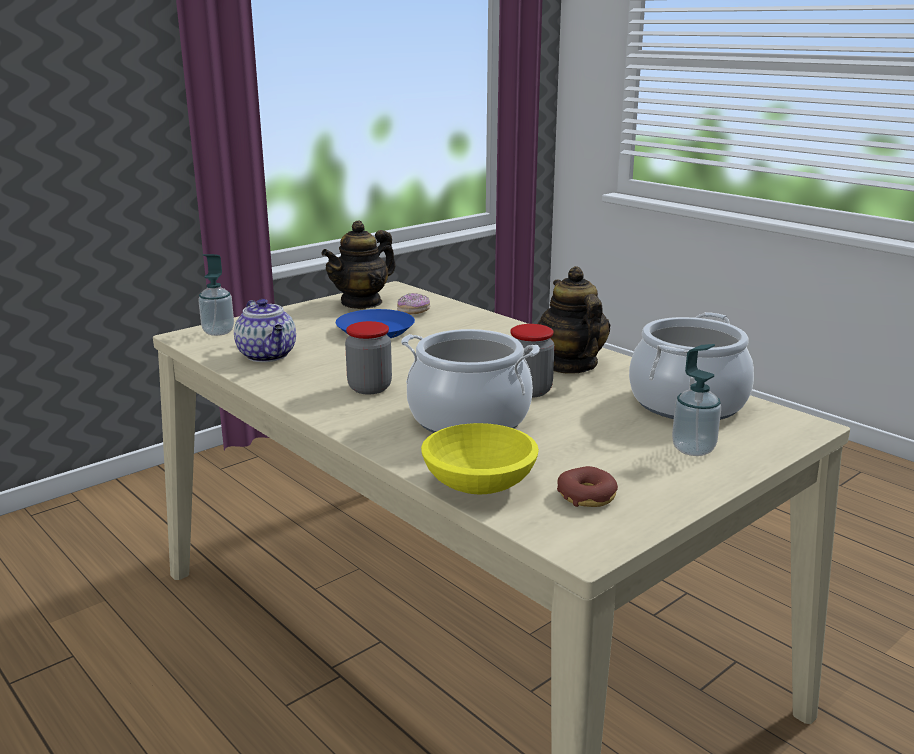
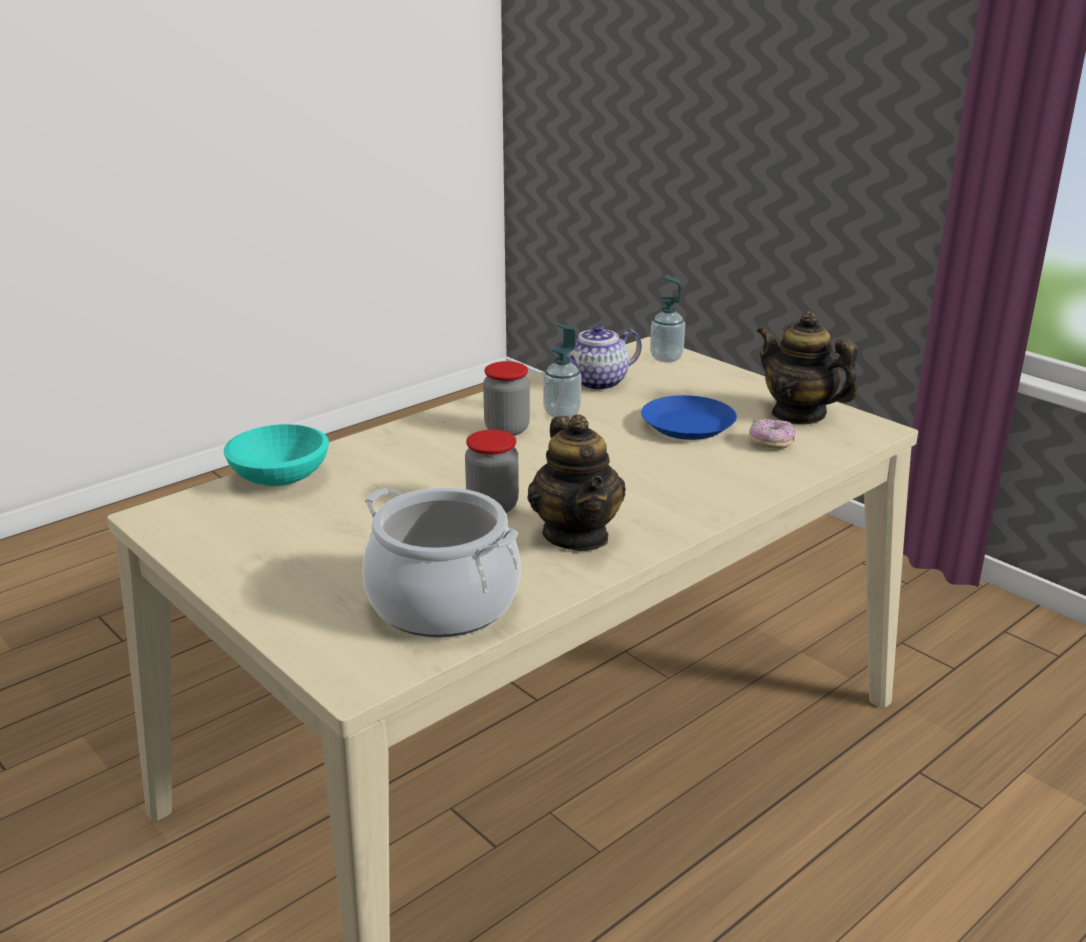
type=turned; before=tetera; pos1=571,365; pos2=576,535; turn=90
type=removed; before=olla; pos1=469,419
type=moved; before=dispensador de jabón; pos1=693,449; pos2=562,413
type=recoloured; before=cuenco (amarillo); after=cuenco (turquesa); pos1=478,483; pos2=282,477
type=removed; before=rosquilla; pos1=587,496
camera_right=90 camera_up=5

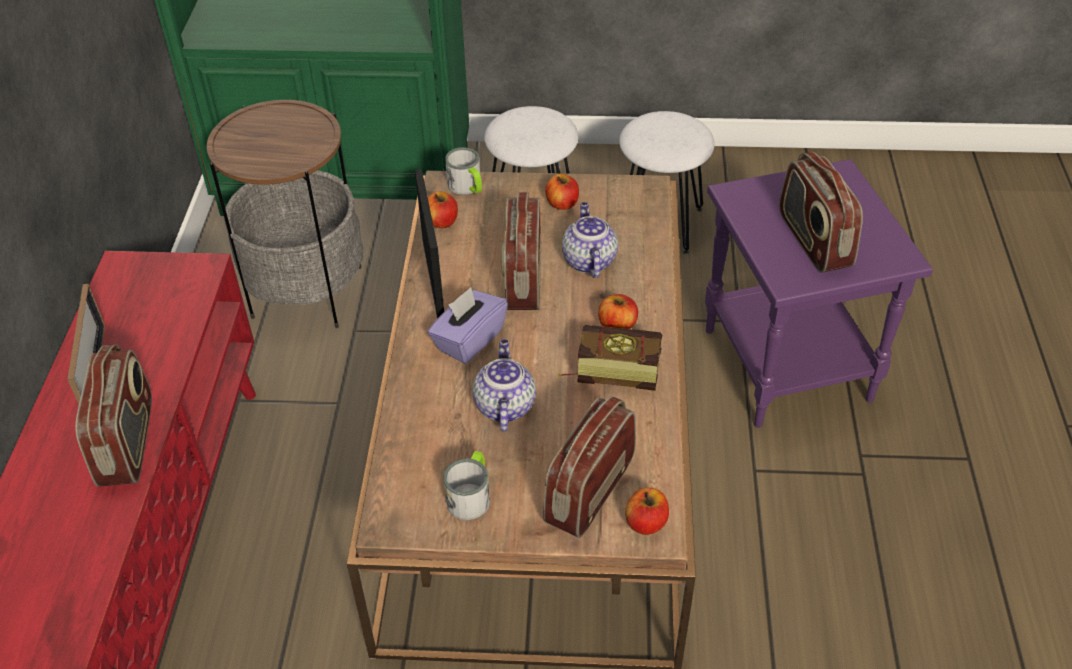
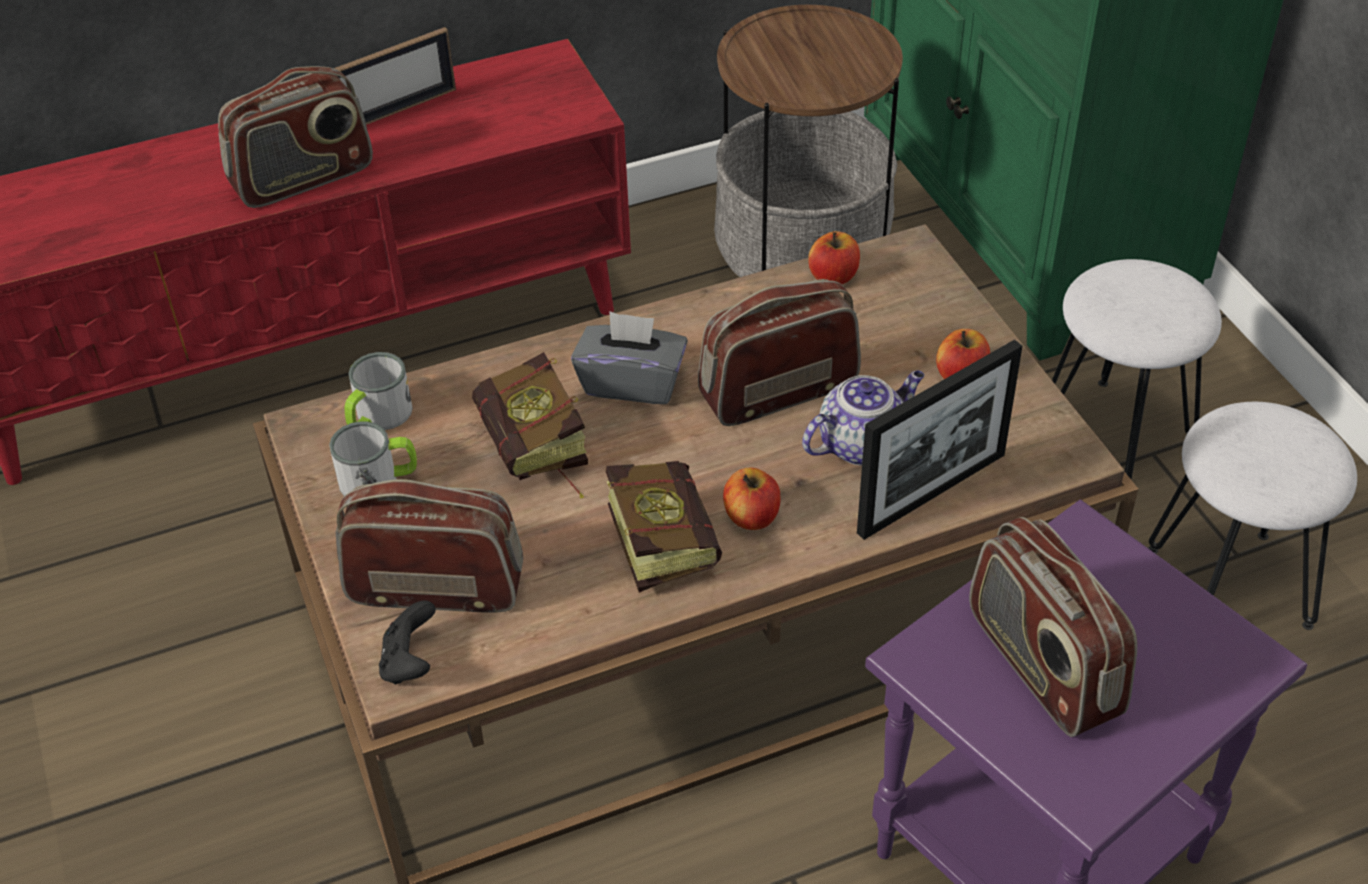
type=moved; before=taza grande; pos1=467,187; pos2=378,417
type=turned; before=radio; pos1=813,240; pos2=1041,665; turn=-75
type=moved; before=portarretratos; pos1=433,280; pos2=932,493
type=recoloured; before=caja de pañuelos (morado); after=caja de pañuelos (gris); pos1=469,340; pos2=632,383
type=replaced; before=tetera; after=libro; pos1=504,405; pos2=538,456
type=replaced; before=manzana; after=mando de consola (negro); pos1=646,522; pos2=410,662
camera_right=65 camera_up=0

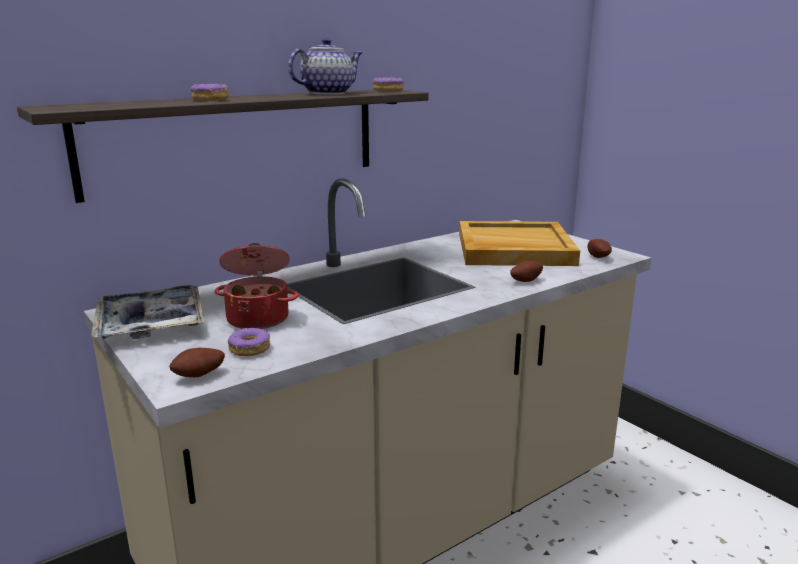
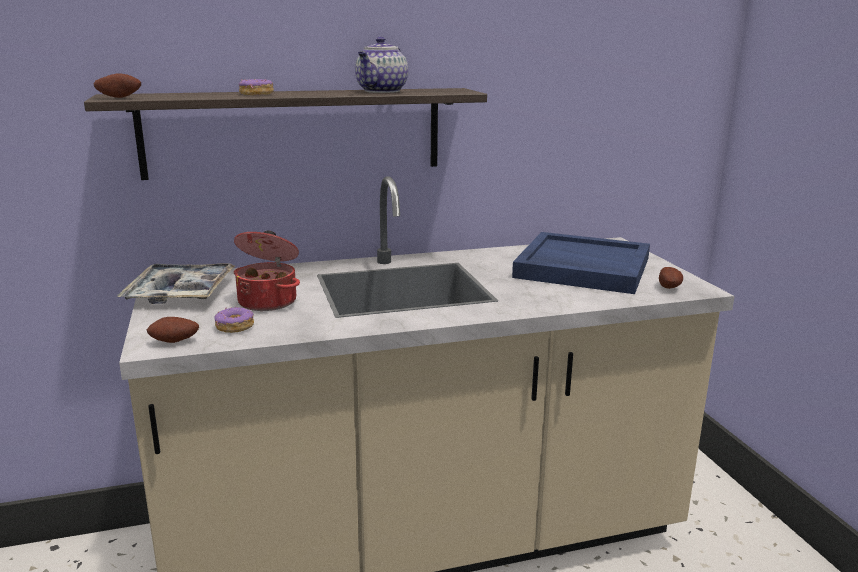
type=turned; before=tetera; pos1=328,93; pos2=382,91; turn=135
type=removed; before=rosquilla; pos1=388,90
type=recoloured; before=bandeja (beis); after=bandeja (azul); pos1=513,249; pos2=581,268
type=moved; before=patata; pos1=525,280; pos2=119,97
camera_right=20 camera_up=0

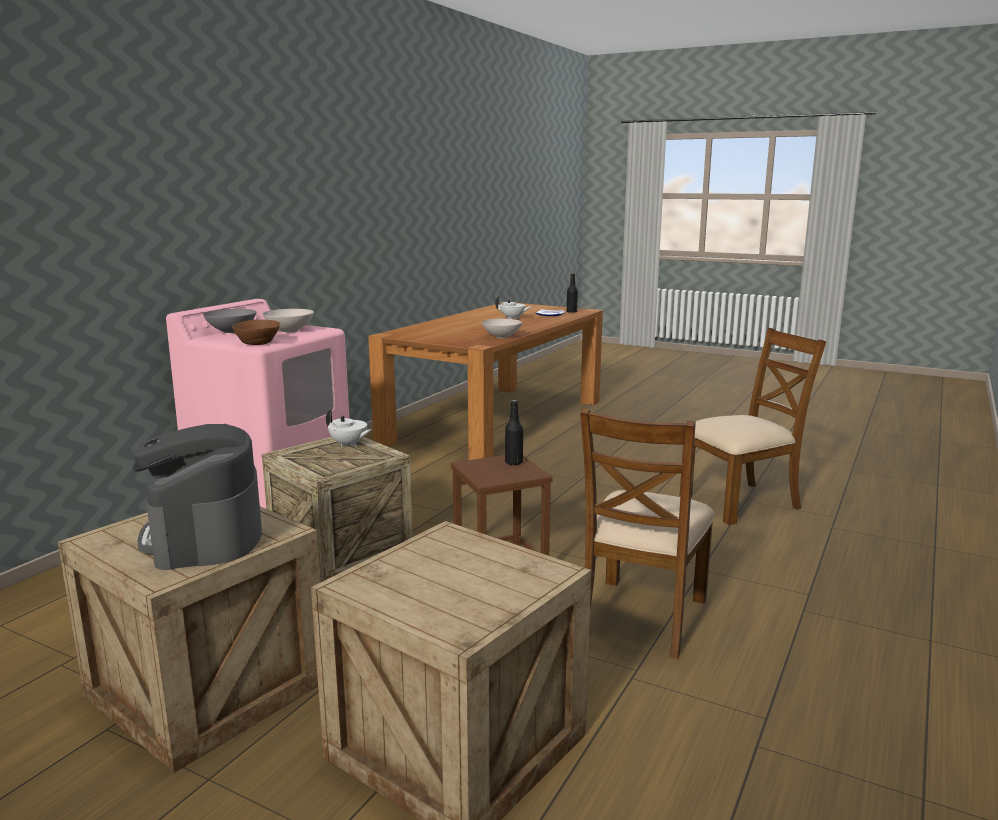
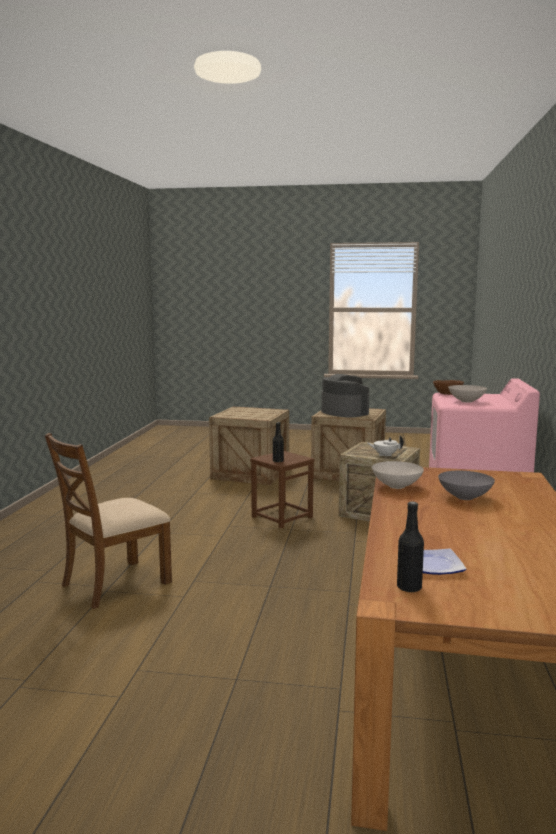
type=removed; before=tetera (blanco); pos1=513,318
type=moved; before=cuenco (gris); pos1=231,331; pos2=466,497
type=removed; before=silla (marrón); pos1=641,616
camera_right=160 camera_up=-5

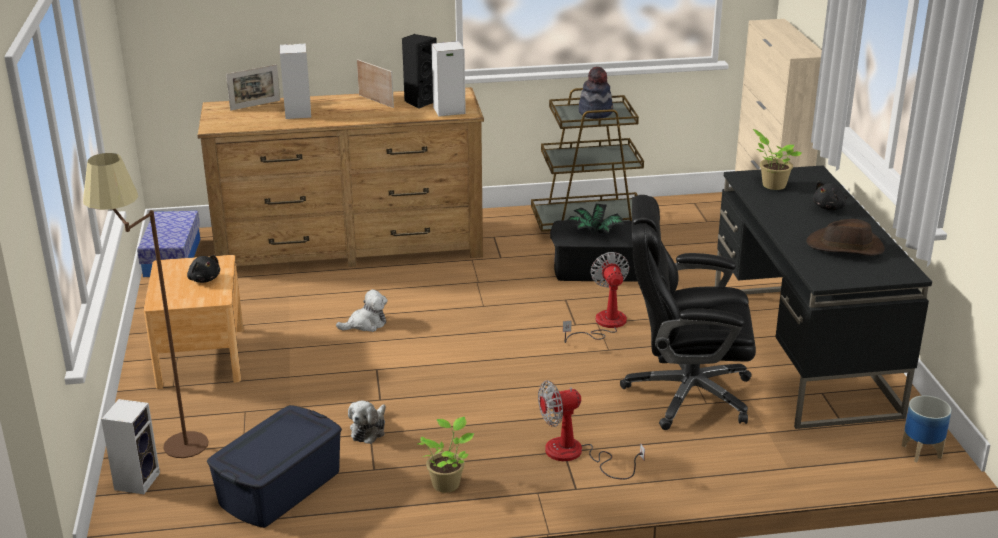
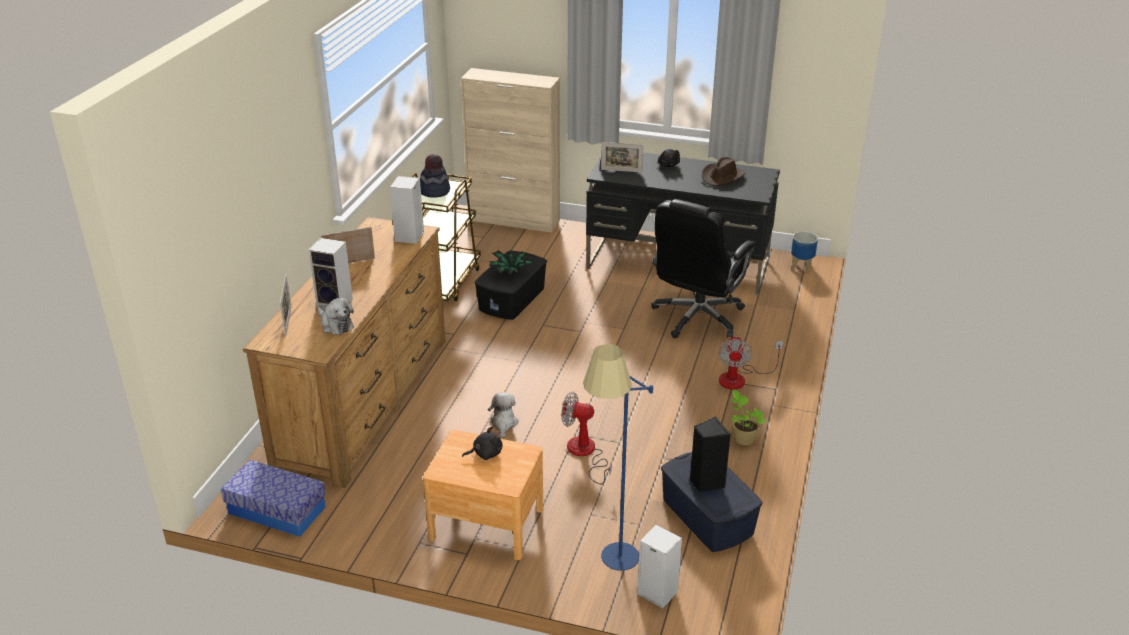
type=moved; before=altavoz (negro); pos1=420,102; pos2=706,482
type=replaced; before=planta en maceta; after=portarretratos; pos1=772,185; pos2=621,171
type=recoloured; before=lámpara de pie (marrón); after=lámpara de pie (azul); pos1=166,443; pos2=611,567
type=moved; before=ventilador; pos1=603,324; pos2=585,454
type=moved; before=peluche; pos1=369,430; pos2=335,324
camera_right=-65 camera_up=5

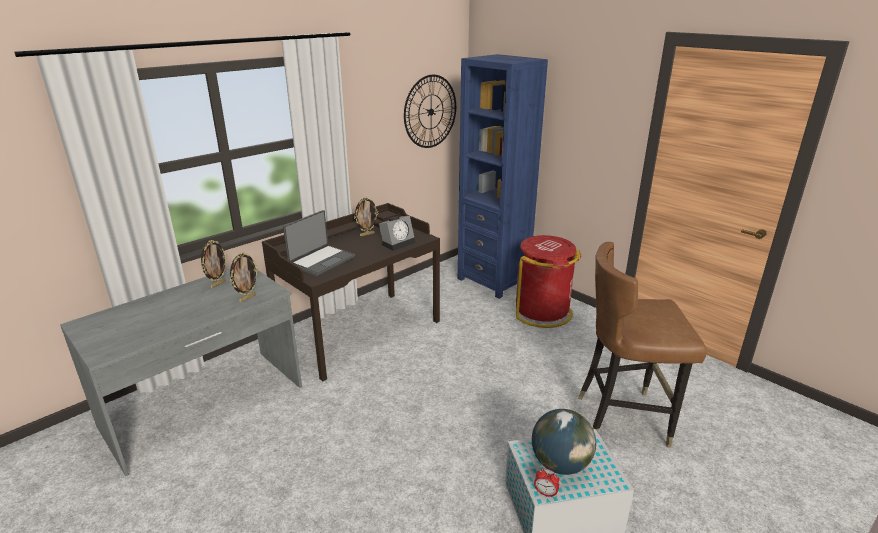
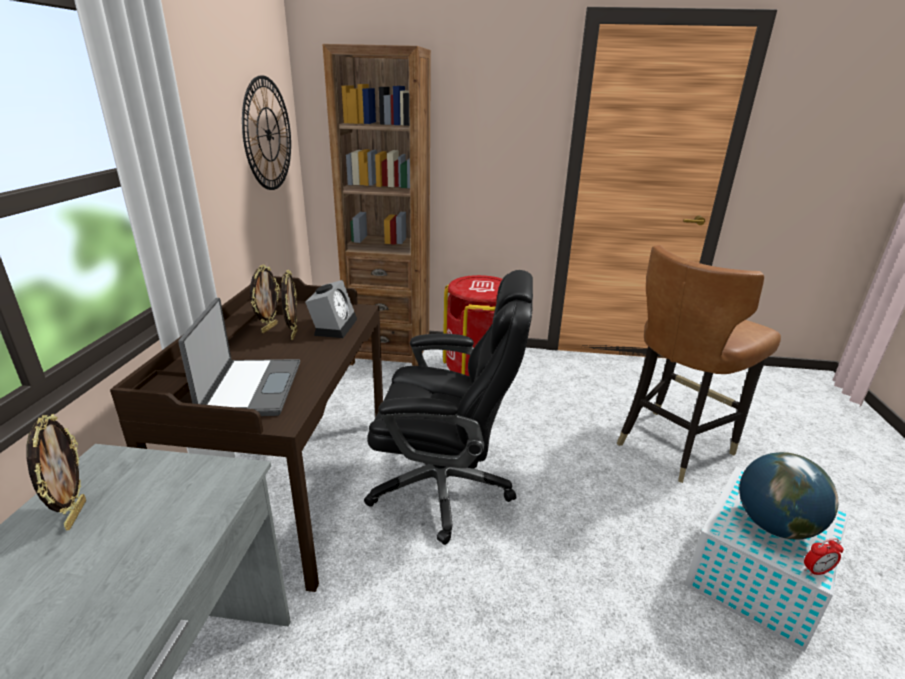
type=recoloured; before=estantería (azul); after=estantería (marrón); pos1=493,280; pos2=389,353
type=moved; before=portarretratos; pos1=247,298; pos2=293,334
type=added; after=silla de oficina (negro); pos2=445,486
camera_right=-40 camera_up=0

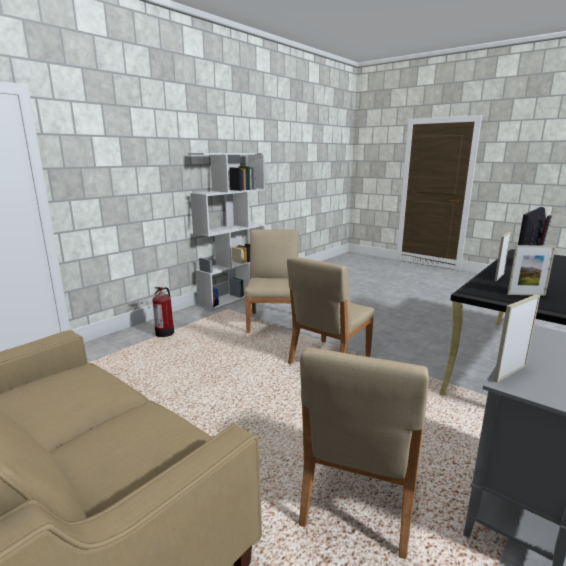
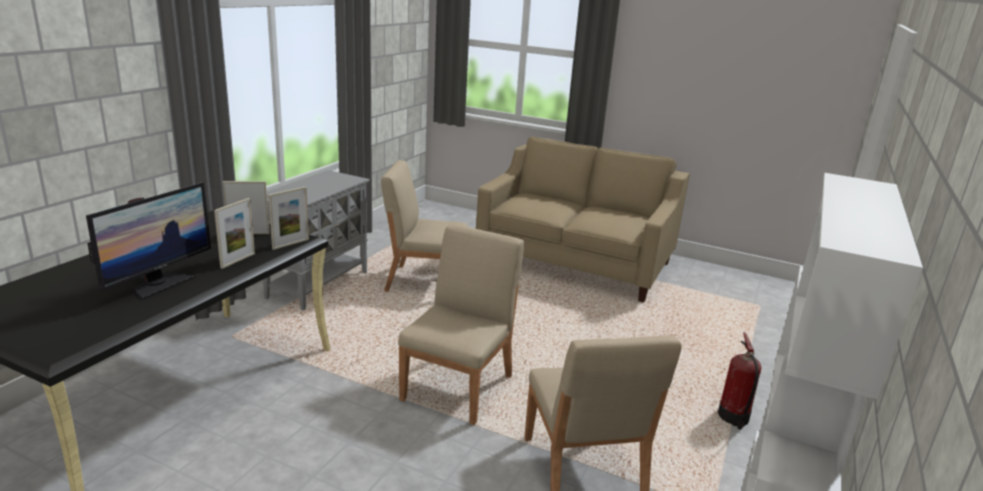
type=moved; before=portarretratos; pos1=510,373; pos2=291,244
type=turned; before=silla (beis); pos1=359,498; pos2=424,282; turn=-90
camera_right=165 camera_up=5

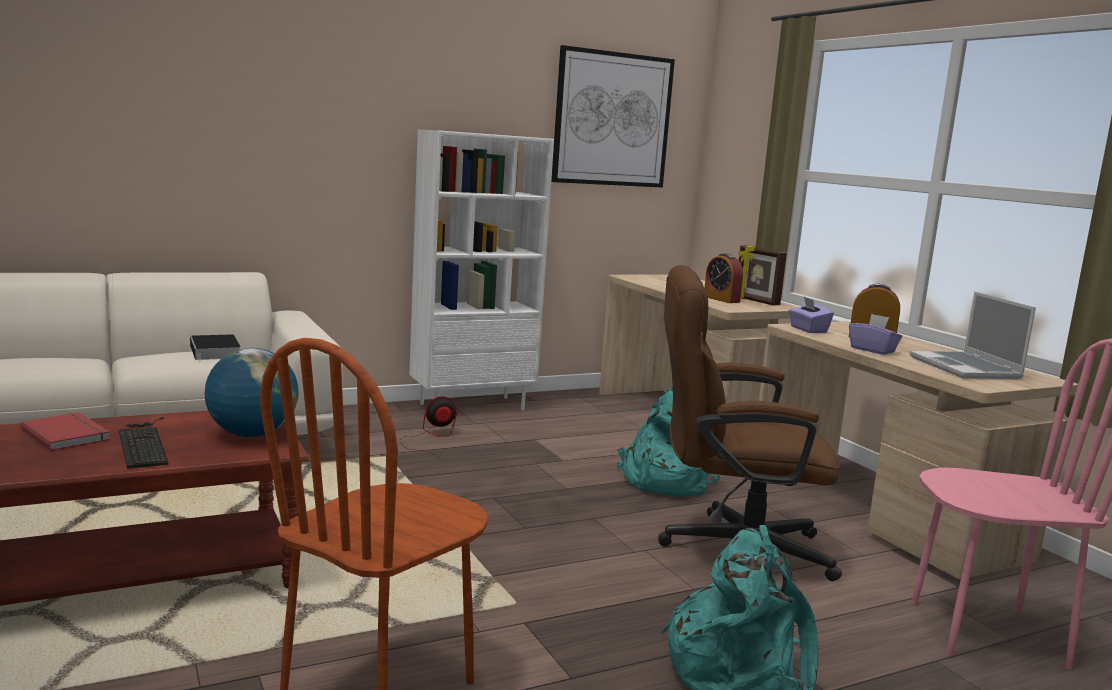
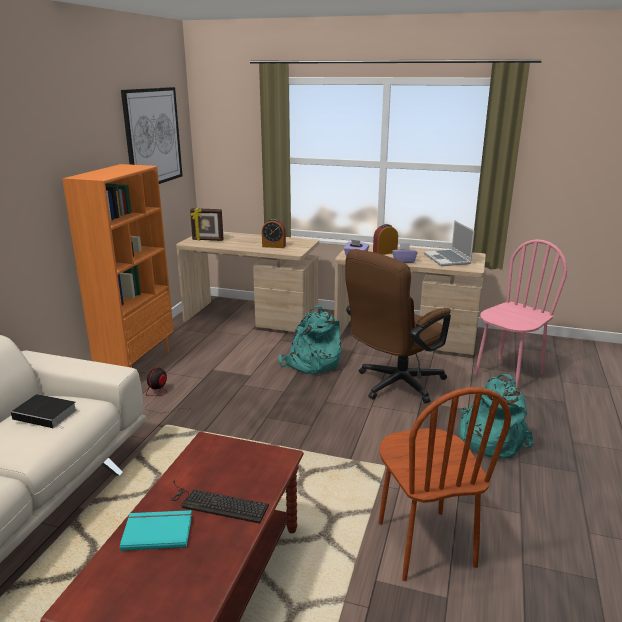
type=recoloured; before=estantería (blanco); after=estantería (naranja); pos1=472,406; pos2=137,364
type=moved; before=portarretratos; pos1=756,301; pos2=207,240
type=turned; before=portátil; pos1=966,368; pos2=448,259; turn=45
type=removed; before=globo terráqueo; pos1=252,434
type=recoloured; before=libro (rojo); after=libro (turquesa); pos1=68,434; pos2=157,531
camera_right=-45 camera_up=10

